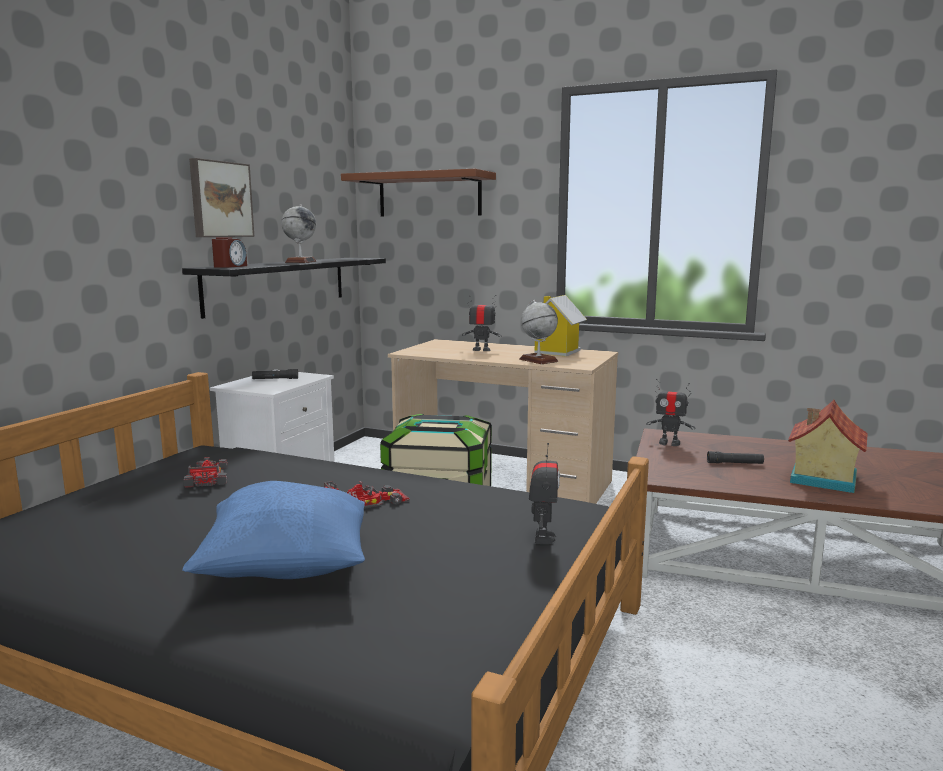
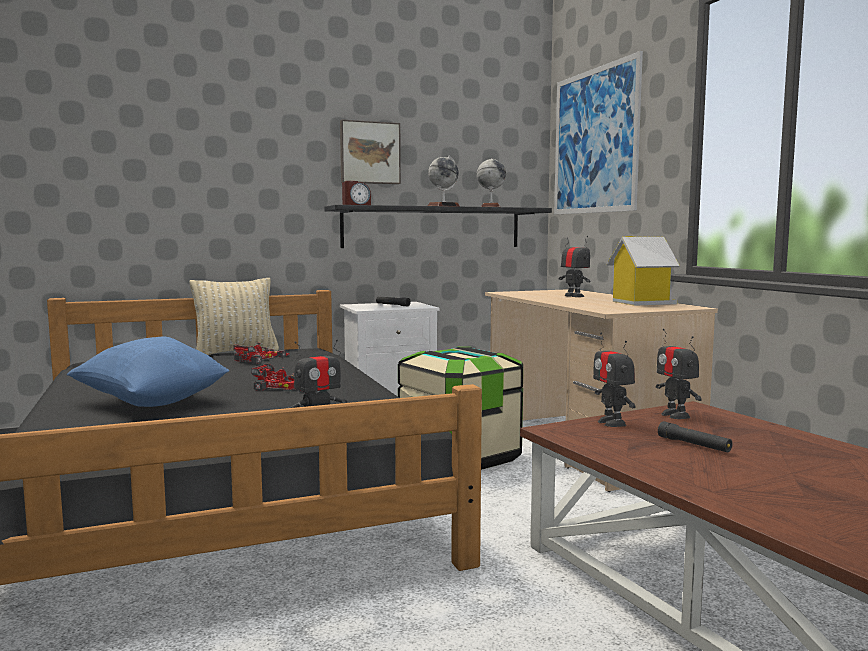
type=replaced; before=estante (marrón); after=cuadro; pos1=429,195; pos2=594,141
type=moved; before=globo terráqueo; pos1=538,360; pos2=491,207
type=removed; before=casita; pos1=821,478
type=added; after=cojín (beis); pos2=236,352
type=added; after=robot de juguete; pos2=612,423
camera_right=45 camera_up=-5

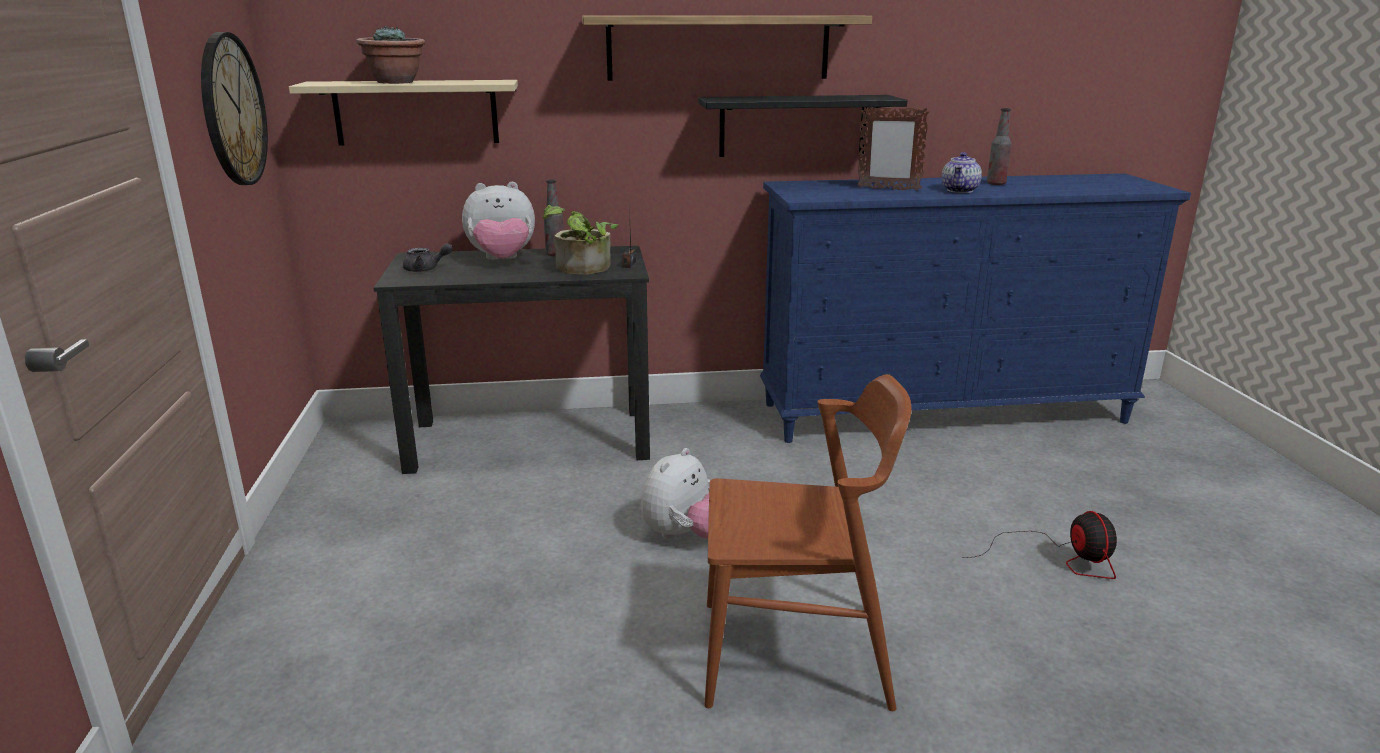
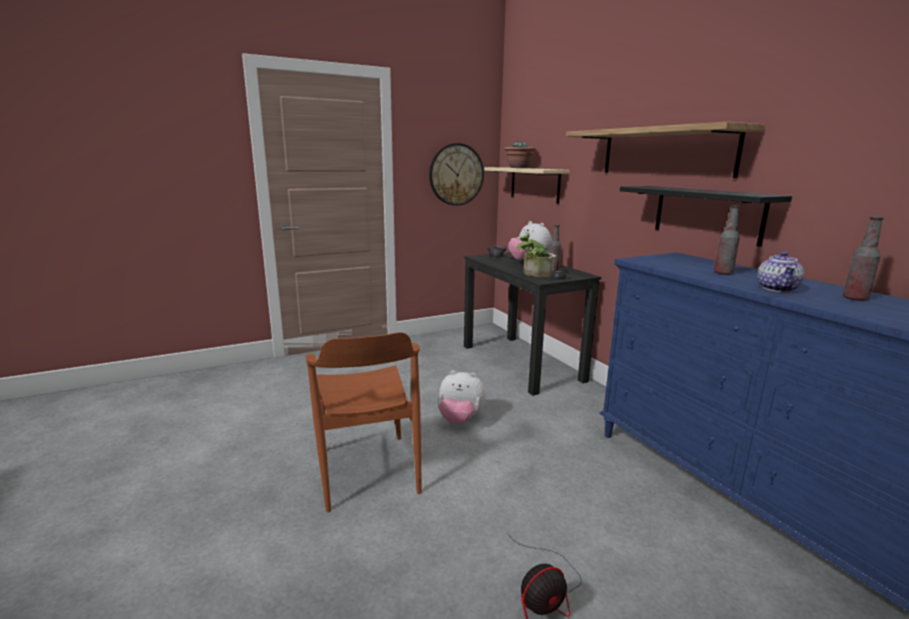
type=replaced; before=portarretratos; after=botella; pos1=888,189; pos2=723,273
type=turned; before=tetera; pos1=960,190; pos2=778,289; turn=-75
camera_right=70 camera_up=-5

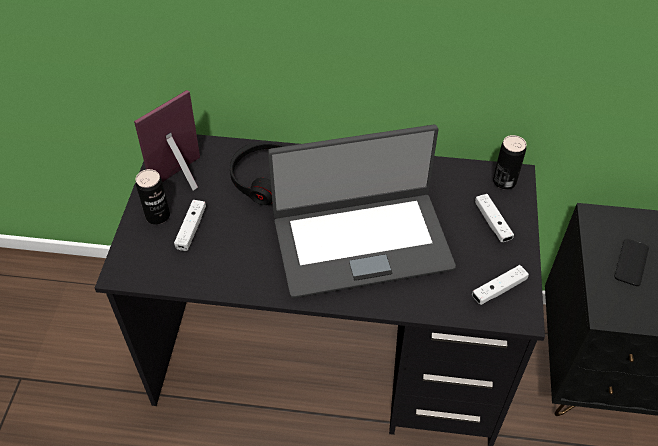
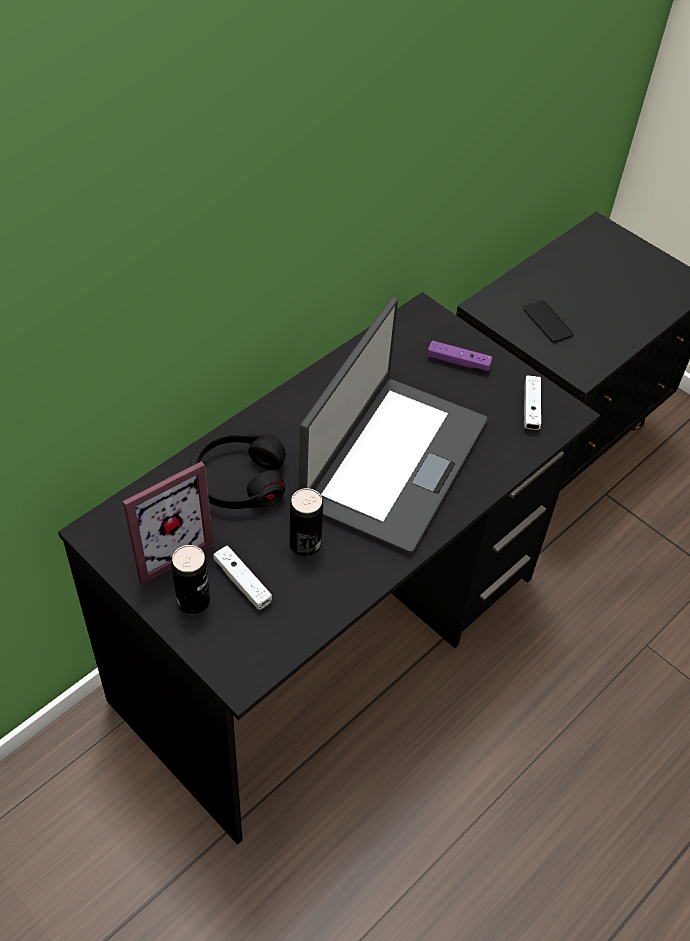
type=turned; before=portarretratos; pos1=185,179; pos2=165,547; turn=-120
type=moved; before=lata; pos1=504,181; pos2=305,544
type=recoloured; before=mando de consola (blanco); after=mando de consola (morado); pos1=492,222; pos2=458,362
camera_right=-55 camera_up=0

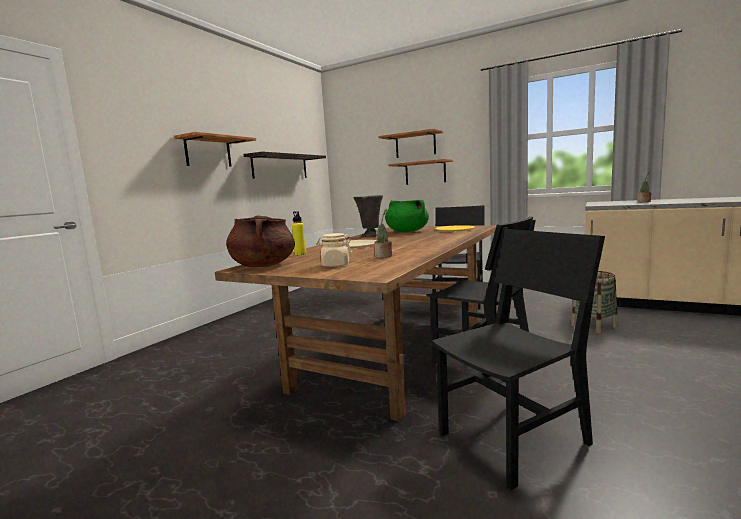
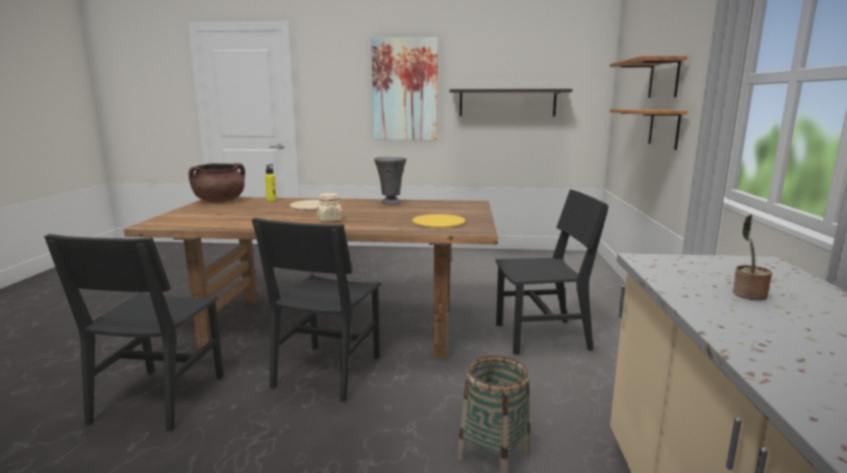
type=replaced; before=estante; after=cuadro; pos1=208,152; pos2=405,90
type=removed; before=olla (verde); pos1=407,231
type=removed; before=planta en maceta; pos1=384,256
type=turned; before=silla (negro); pos1=513,439; pos2=159,398; turn=60
type=moved; before=tarro (beis); pos1=335,265; pos2=329,220
camera_right=65 camera_up=5

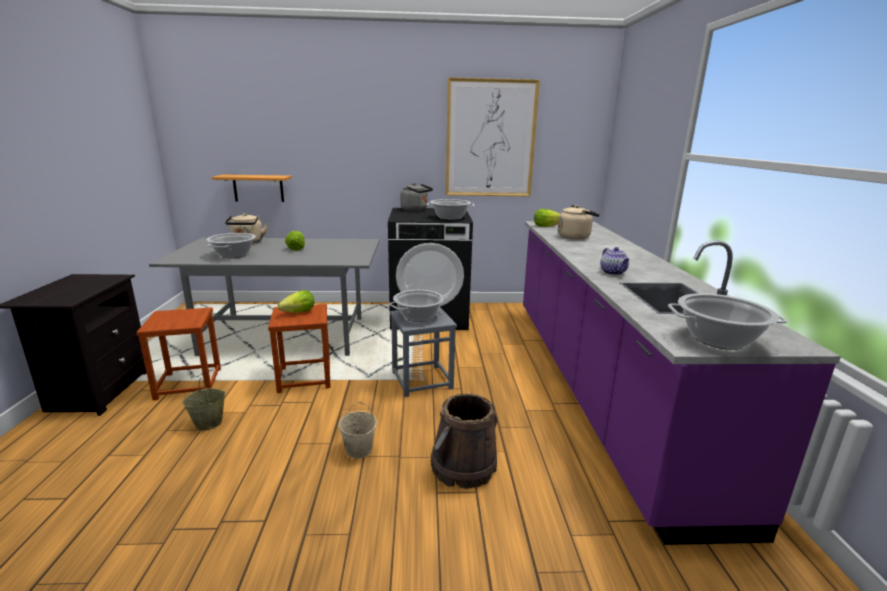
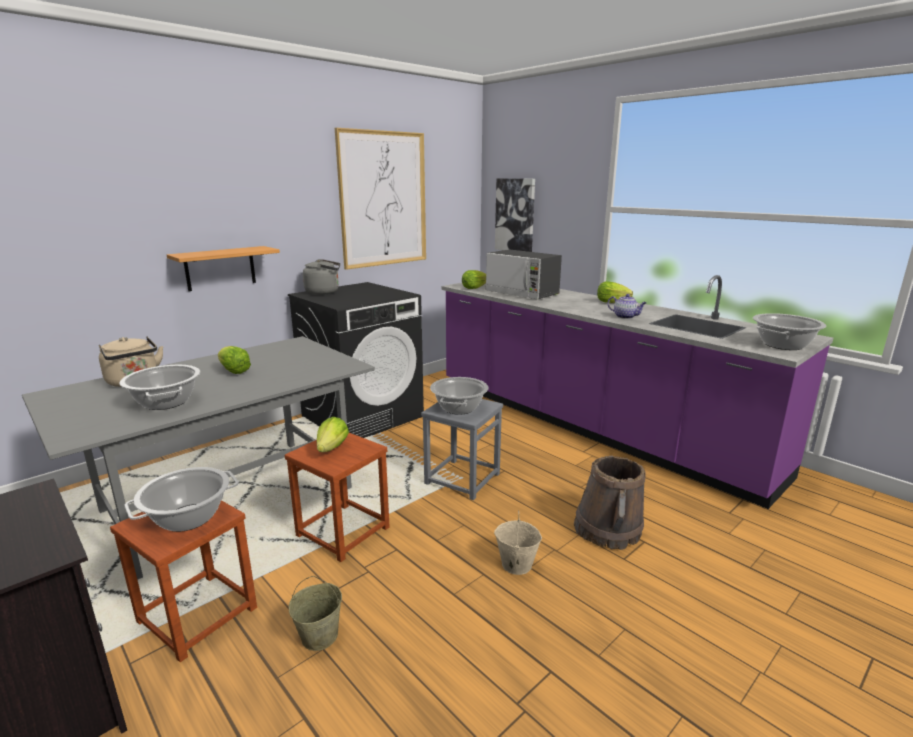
type=moved; before=estante; pos1=258,188; pos2=220,268
type=moved; before=olla; pos1=450,218; pos2=188,518
type=replaced; before=hervidor (beis); after=microondas; pos1=575,237; pos2=522,293
type=added; after=cuadro; pos2=515,215
type=added; after=lechuga; pos2=611,302
camera_right=-40 camera_up=0

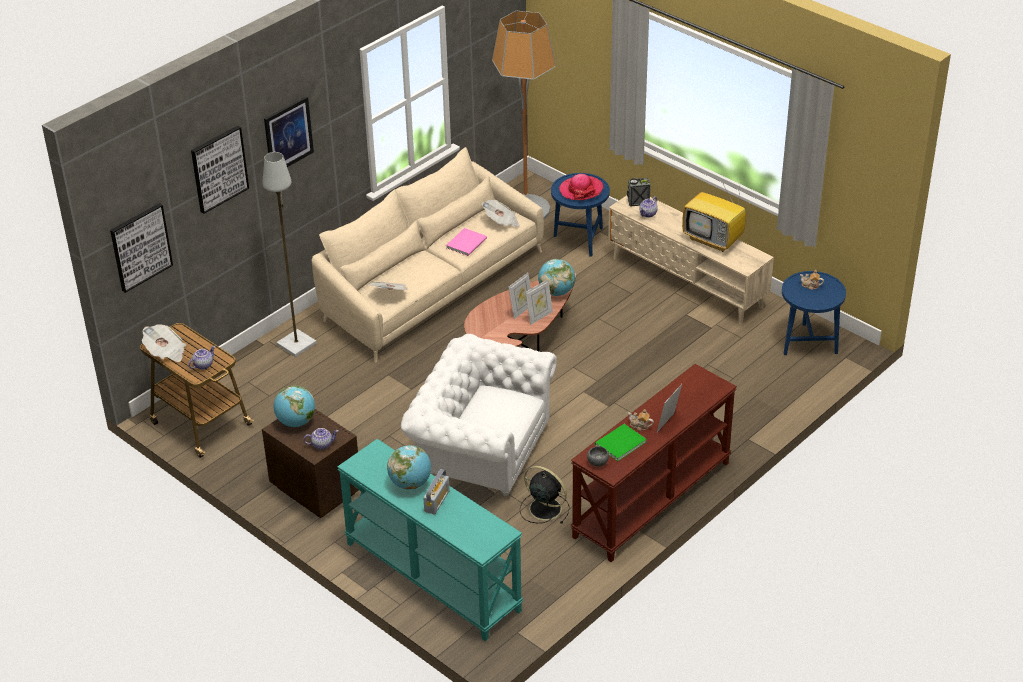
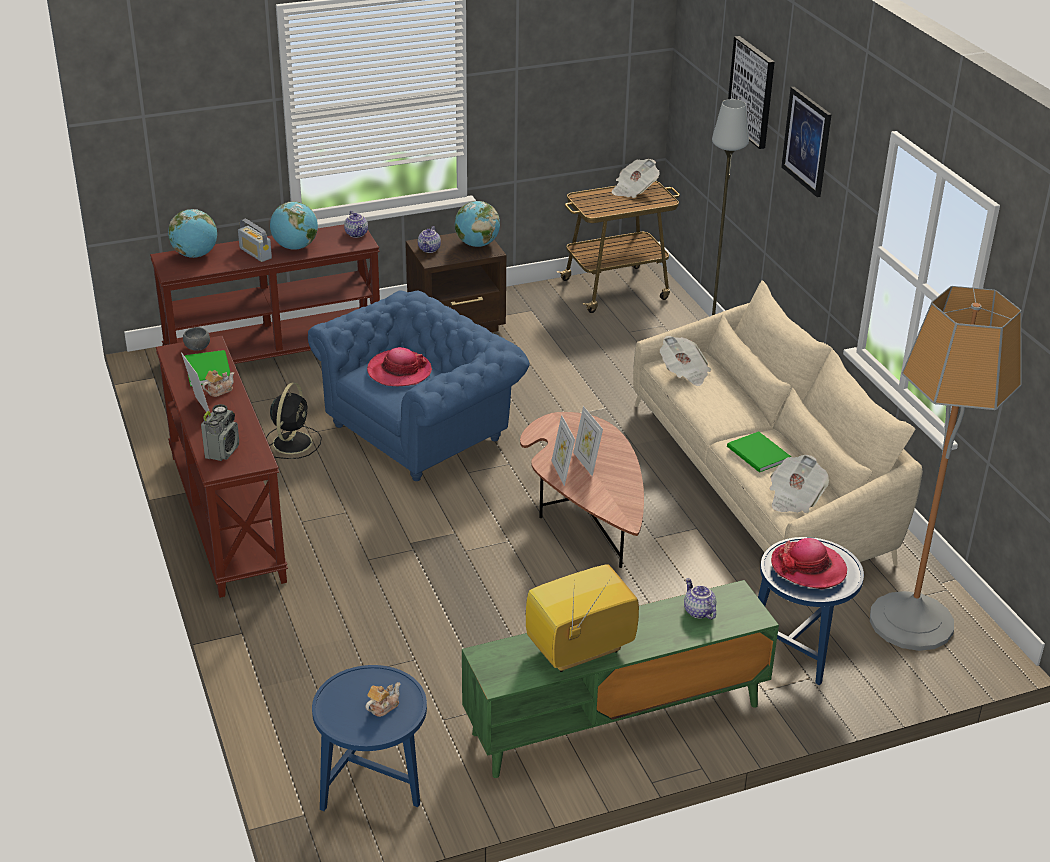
type=moved; before=radio; pos1=638,202; pos2=222,451
type=recoloured; before=mueble de televisión (beis); after=mueble de televisión (verde); pos1=687,282; pos2=615,720
type=removed; before=cuadro; pos1=140,247
type=recoloured; before=libro (rosa); after=libro (verde); pos1=468,243; pos2=758,455
type=moved; before=globo terráqueo; pos1=556,292; pos2=195,255
type=recoloured; before=sillón (blanco); after=sillón (azul); pos1=480,450; pos2=422,430
type=moved; before=tetera; pos1=203,365; pos2=357,234
type=recoloured; before=mesa consola (turquesa); after=mesa consola (marrón); pos1=431,577; pos2=274,353
type=turned; before=ventilador (negro); pos1=544,508; pos2=293,442; turn=-45
type=added; after=sombrero; pos2=399,371
camera_right=115 camera_up=-5

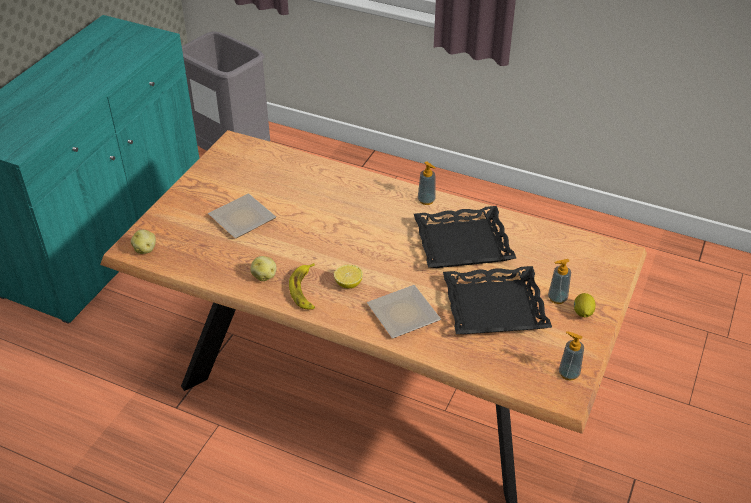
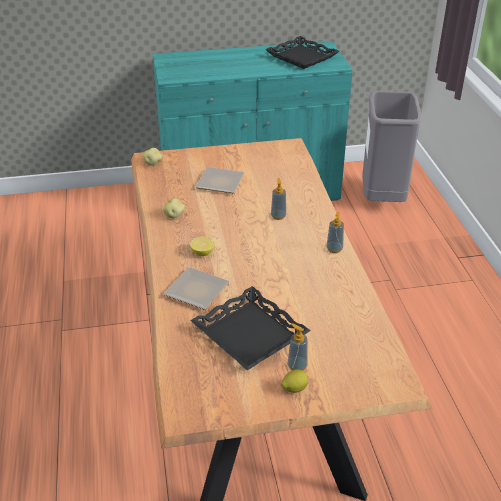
type=moved; before=bandeja (negro); pos1=462,244; pos2=301,57
type=removed; before=plátano; pos1=305,290
type=moved; before=dispensador de jabón; pos1=568,373; pos2=278,216
camera_right=55 camera_up=-5

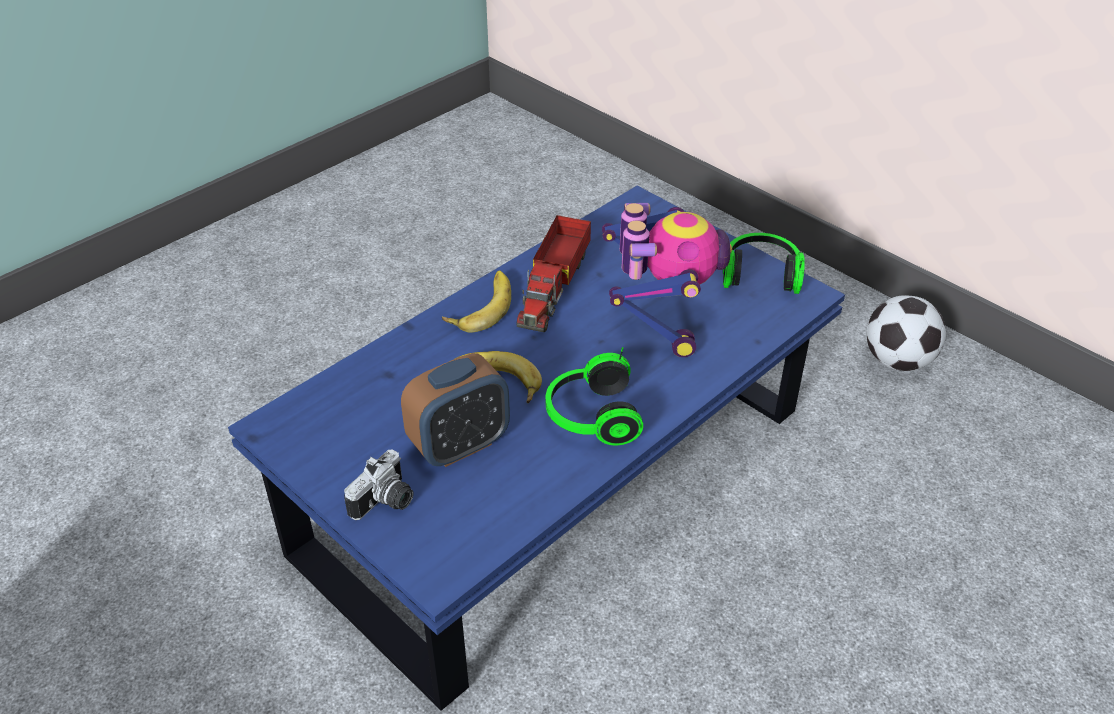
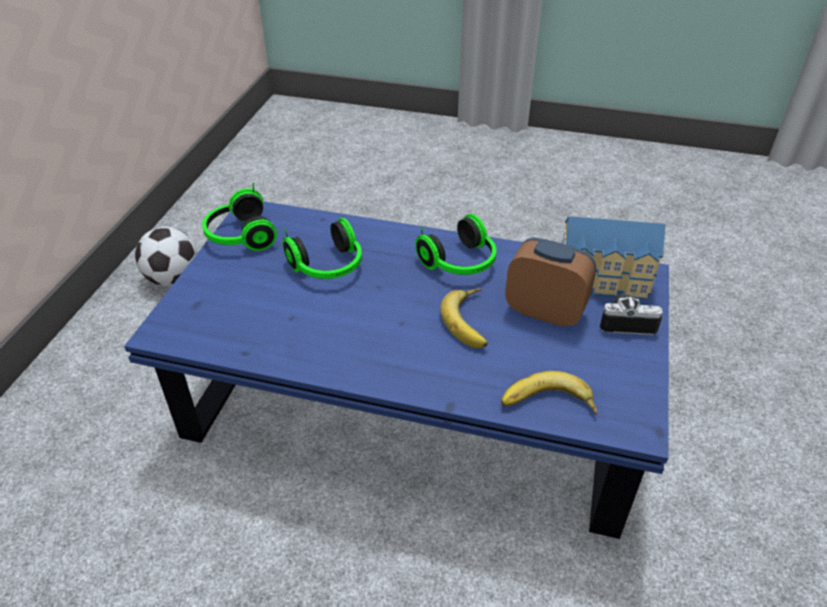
type=replaced; before=robot de juguete; after=auriculares; pos1=659,318; pos2=329,267
type=removed; before=camión de juguete; pos1=554,285
type=moved; before=plátano; pos1=479,306; pos2=548,405
type=added; after=casita; pos2=604,281
camera_right=-120 camera_up=0

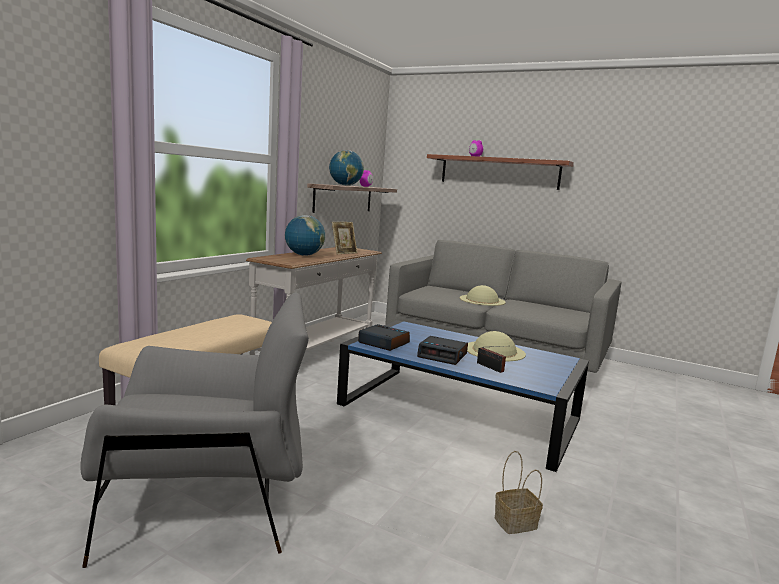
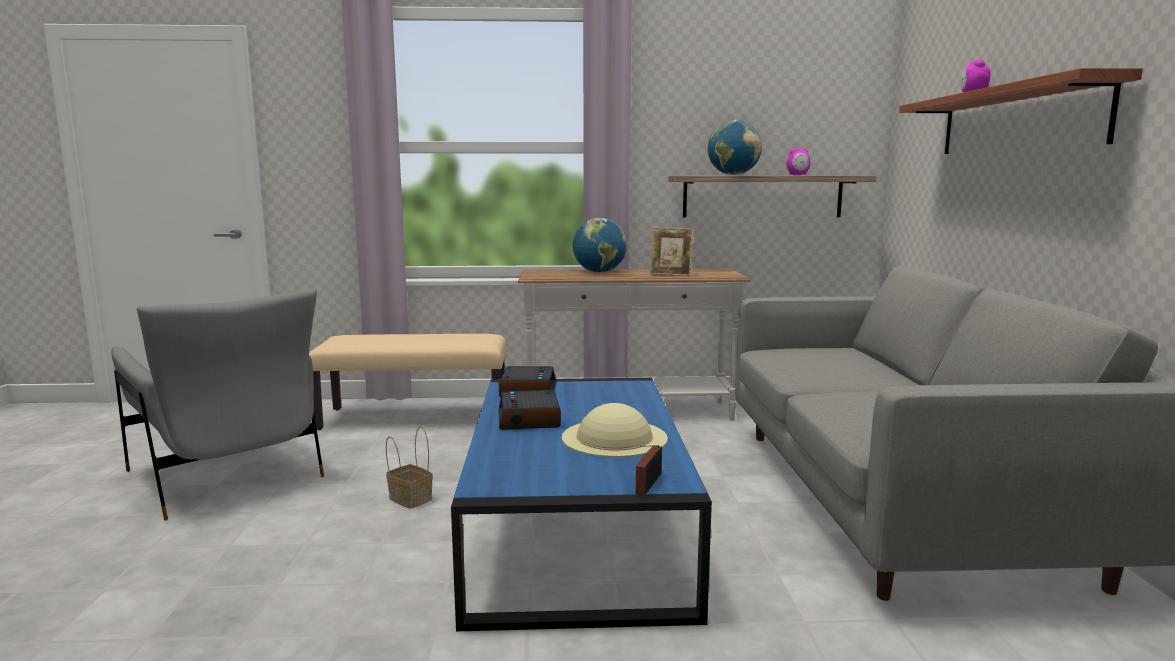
type=removed; before=sombrero (beis); pos1=482,300
type=moved; before=radio; pos1=491,368; pos2=647,485
type=moved; before=cesta; pos1=515,523; pos2=409,499
camera_right=60 camera_up=0

